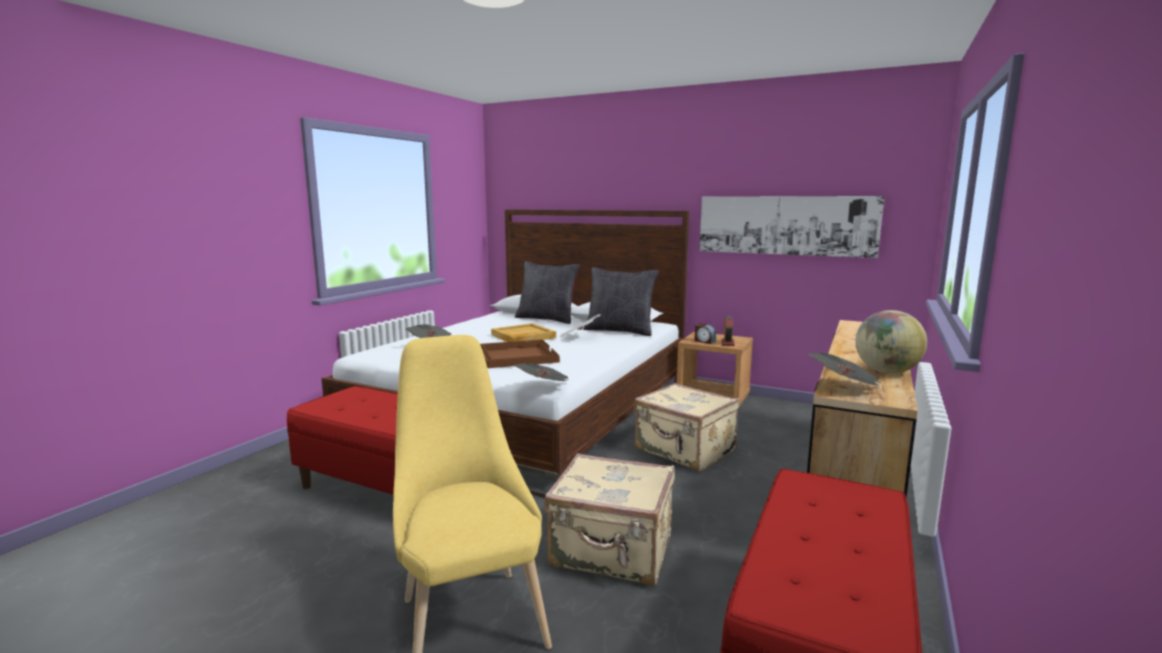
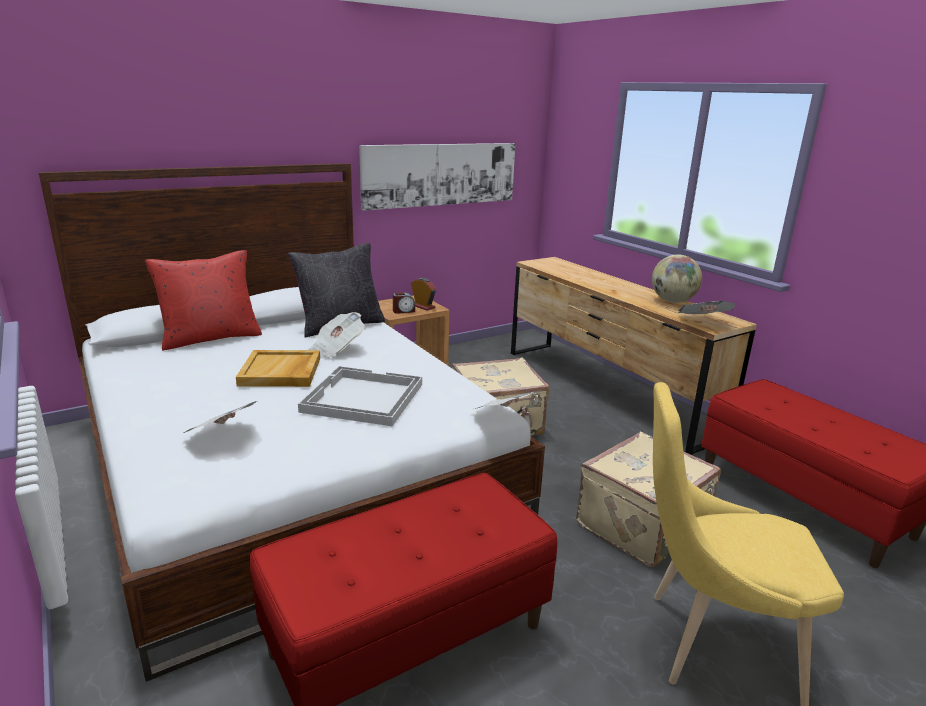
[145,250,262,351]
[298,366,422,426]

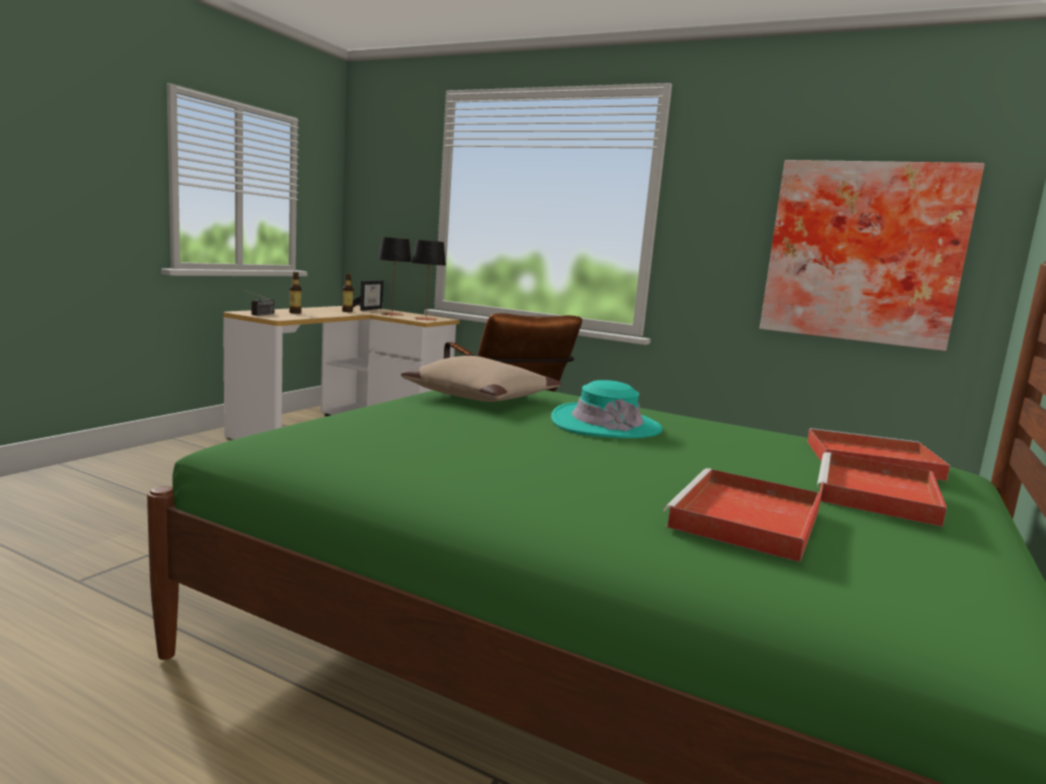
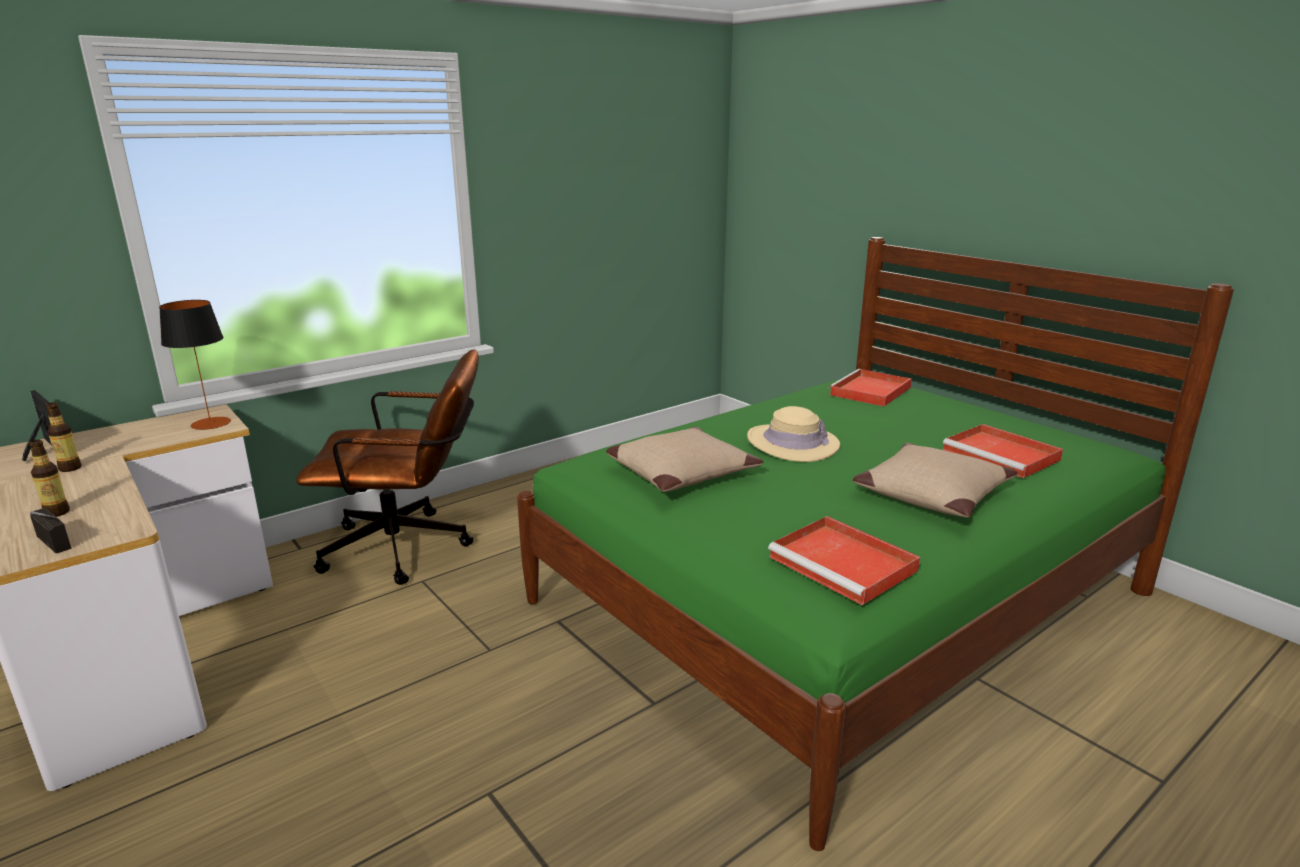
[760,160,985,351] (first image)
[378,237,411,316] (first image)
[747,406,840,462]
[768,516,920,605]
[853,443,1017,517]

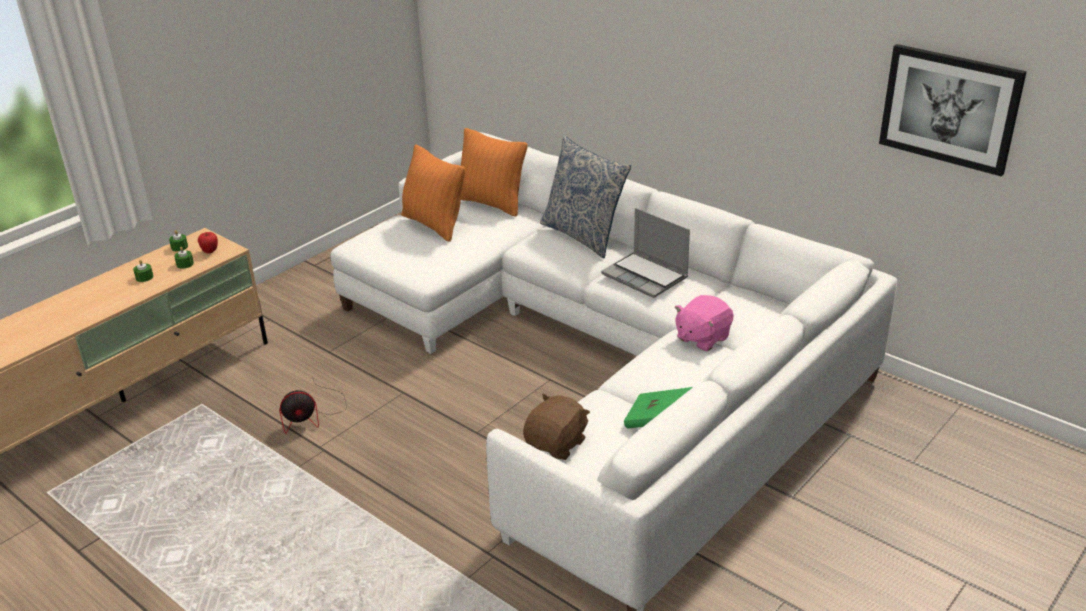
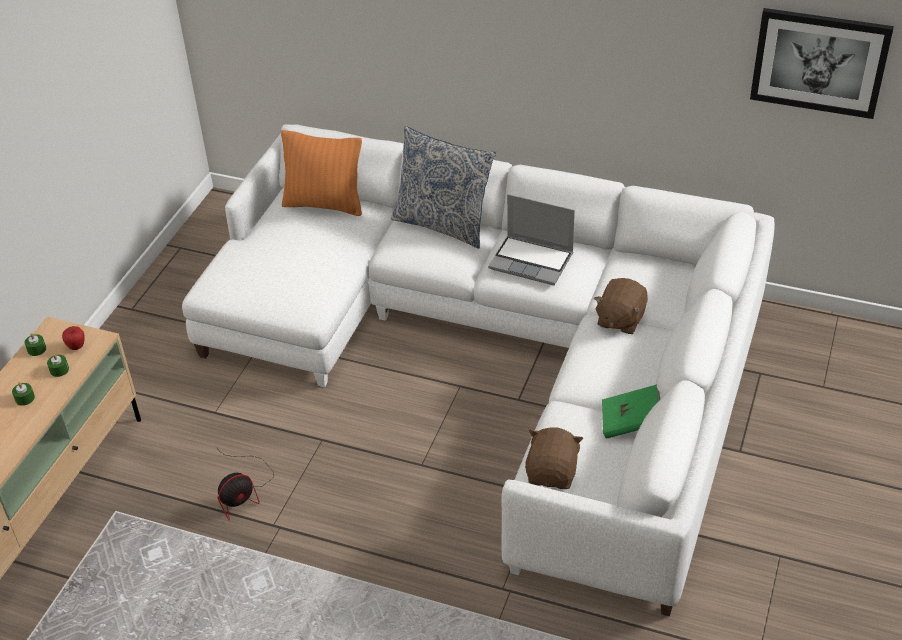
[401,144,465,242] (first image)
[594,278,648,334]

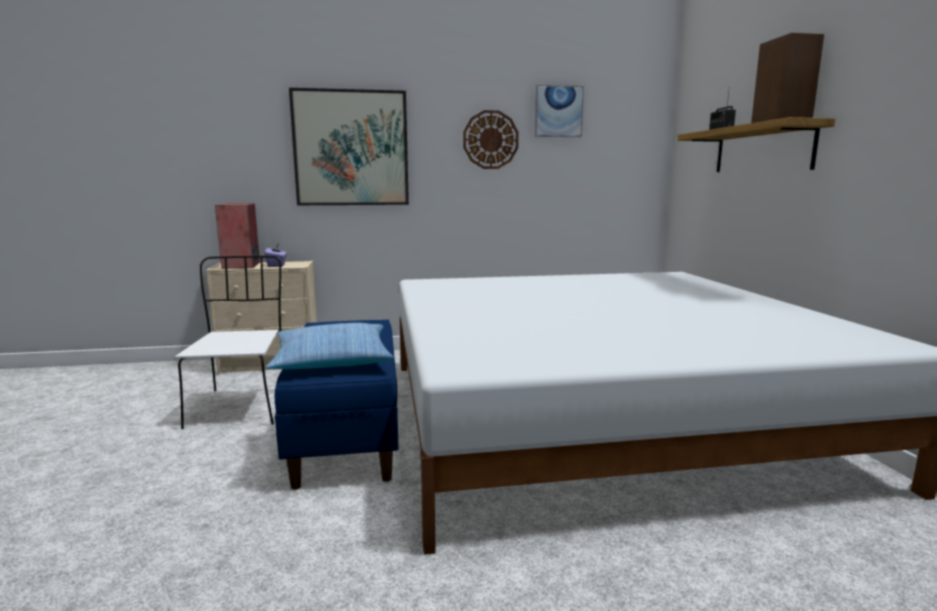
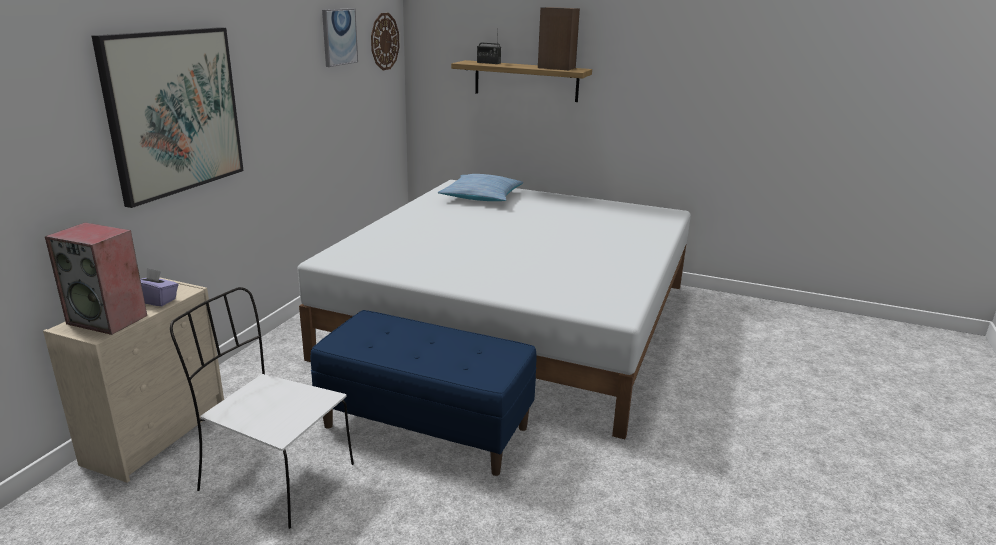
[371,13,400,70]
[438,174,523,201]

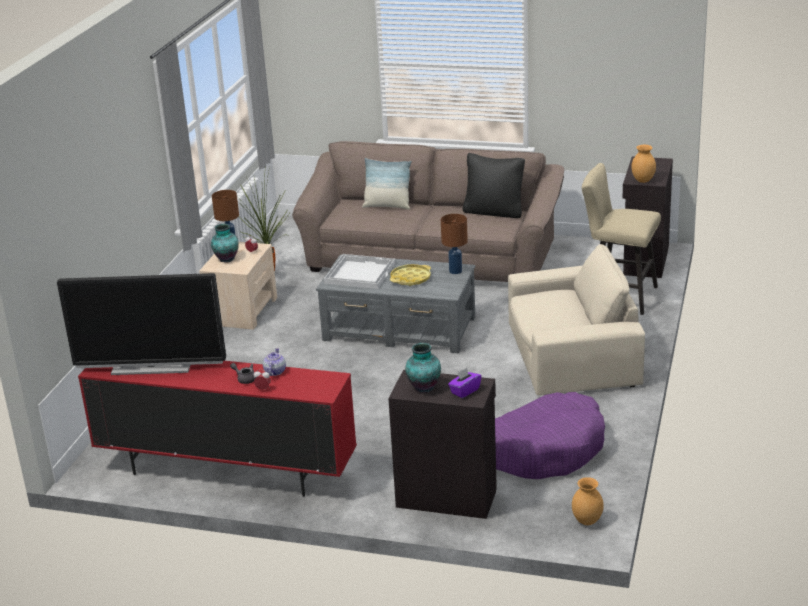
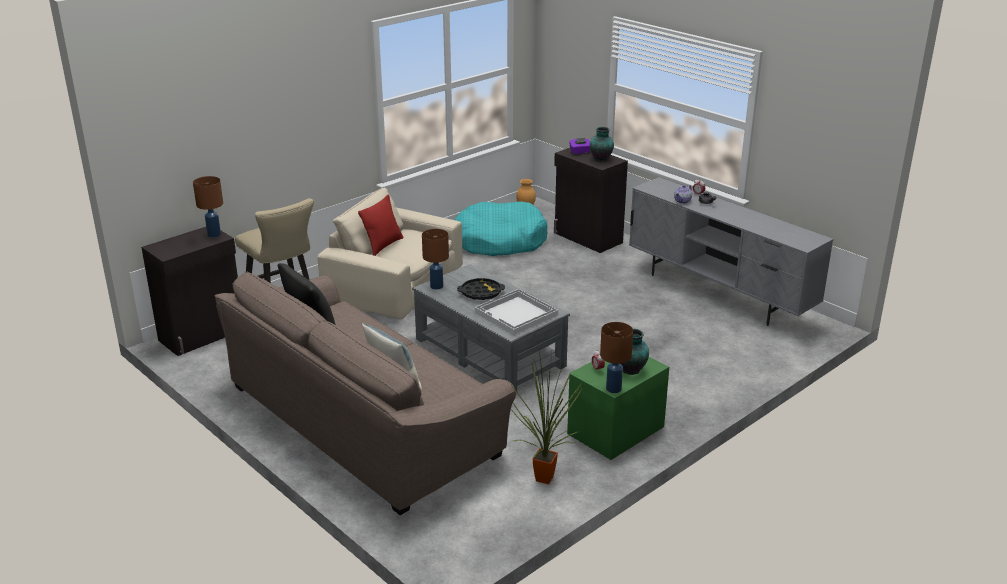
[193,176,223,238]
[567,357,669,460]
[457,278,505,300]
[57,273,226,375] (first image)
[629,177,833,326]
[455,201,548,256]
[358,194,404,256]

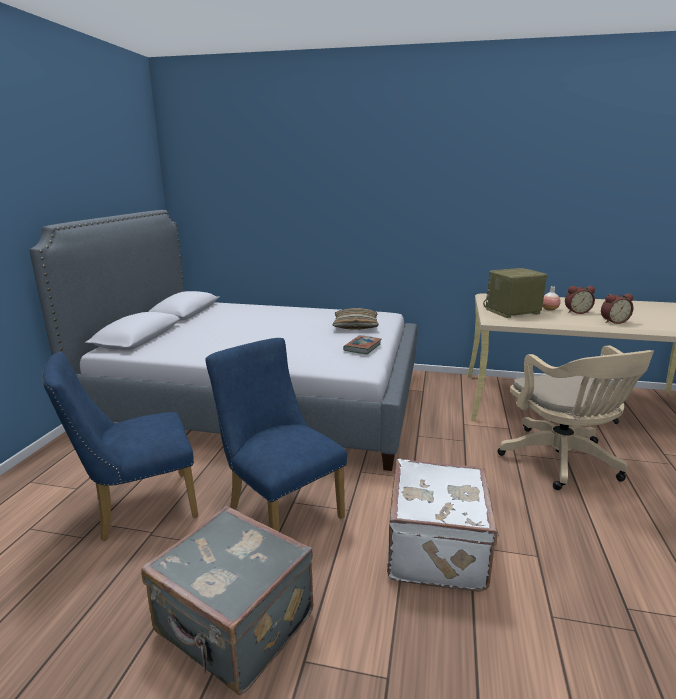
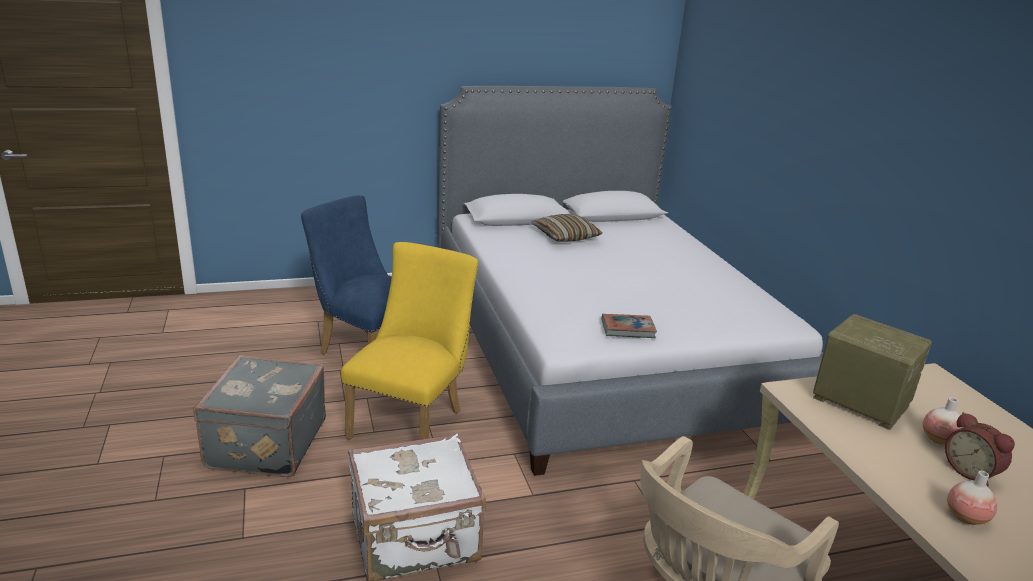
[947,471,997,525]
[531,214,602,242]
[341,242,478,440]

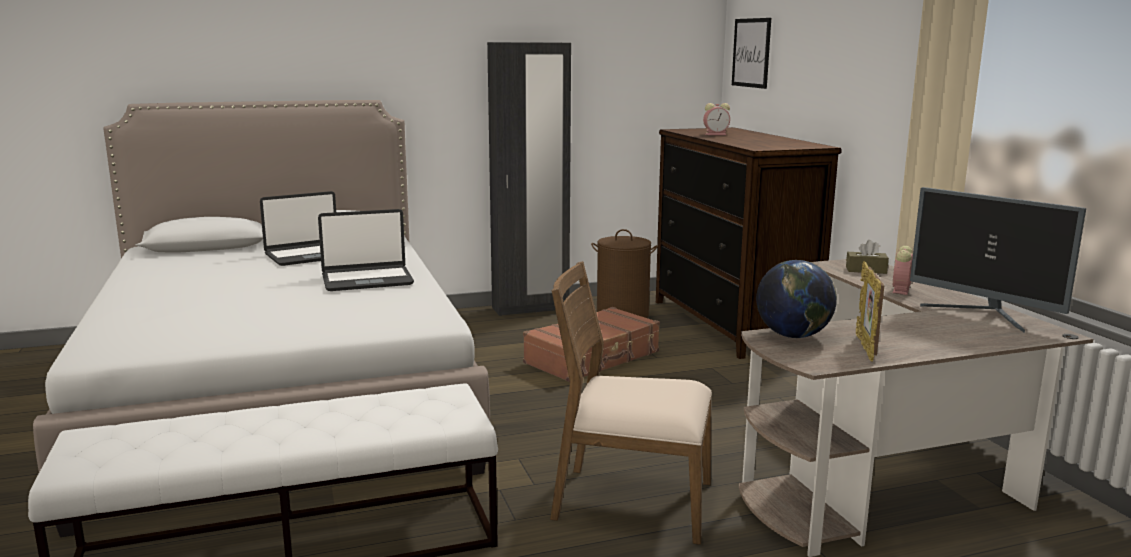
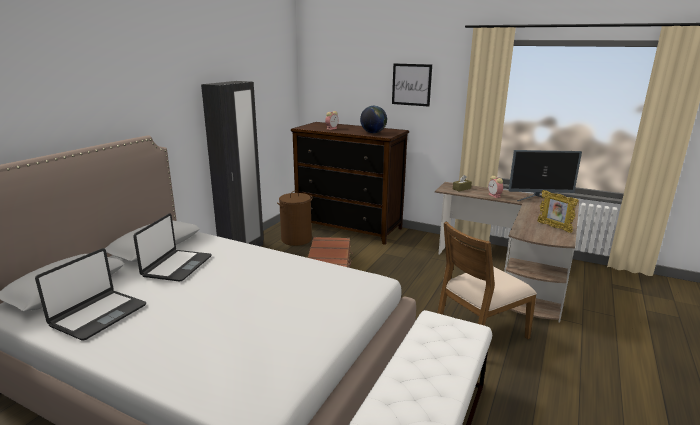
[392,63,432,107]
[35,248,146,340]
[360,106,387,133]

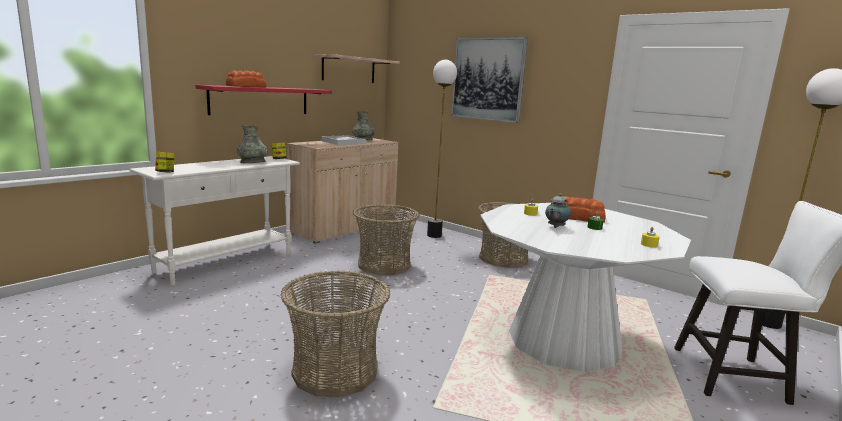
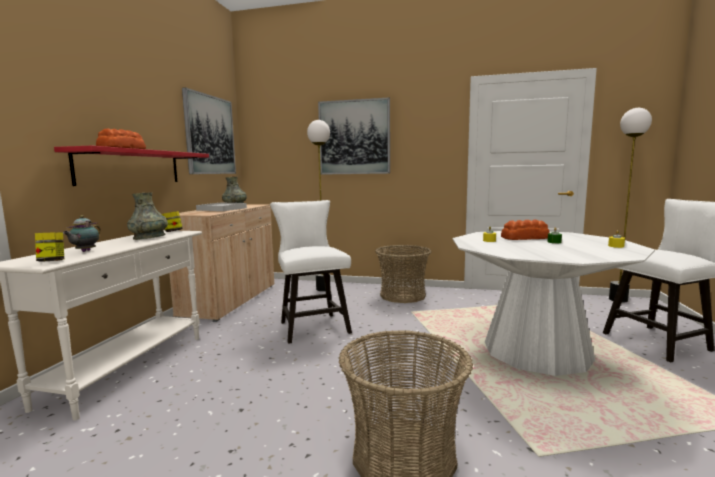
[182,87,236,174]
[63,215,101,252]
[270,200,352,344]

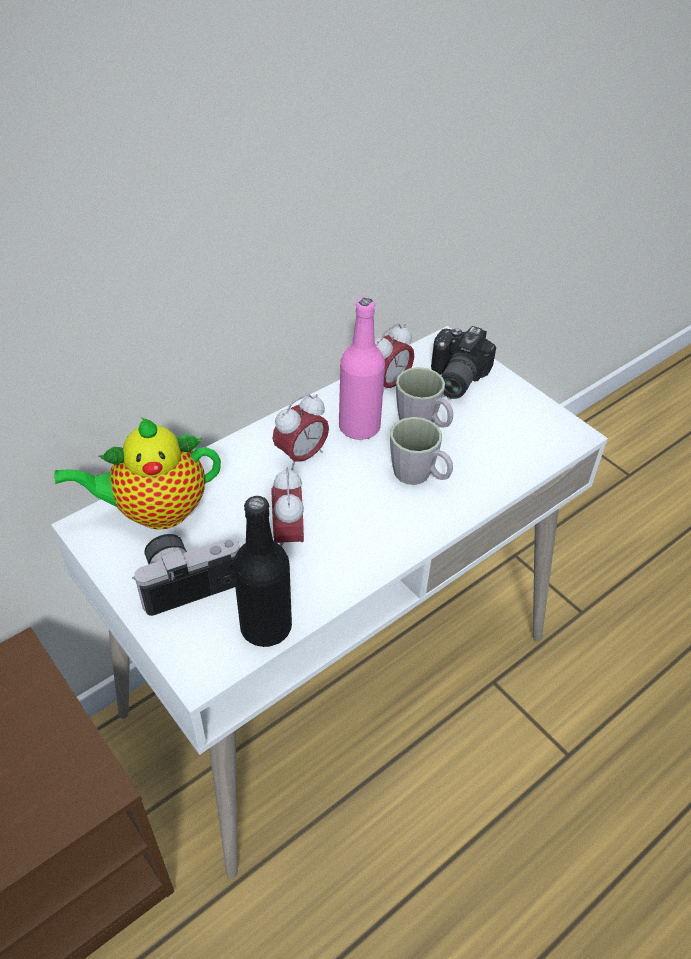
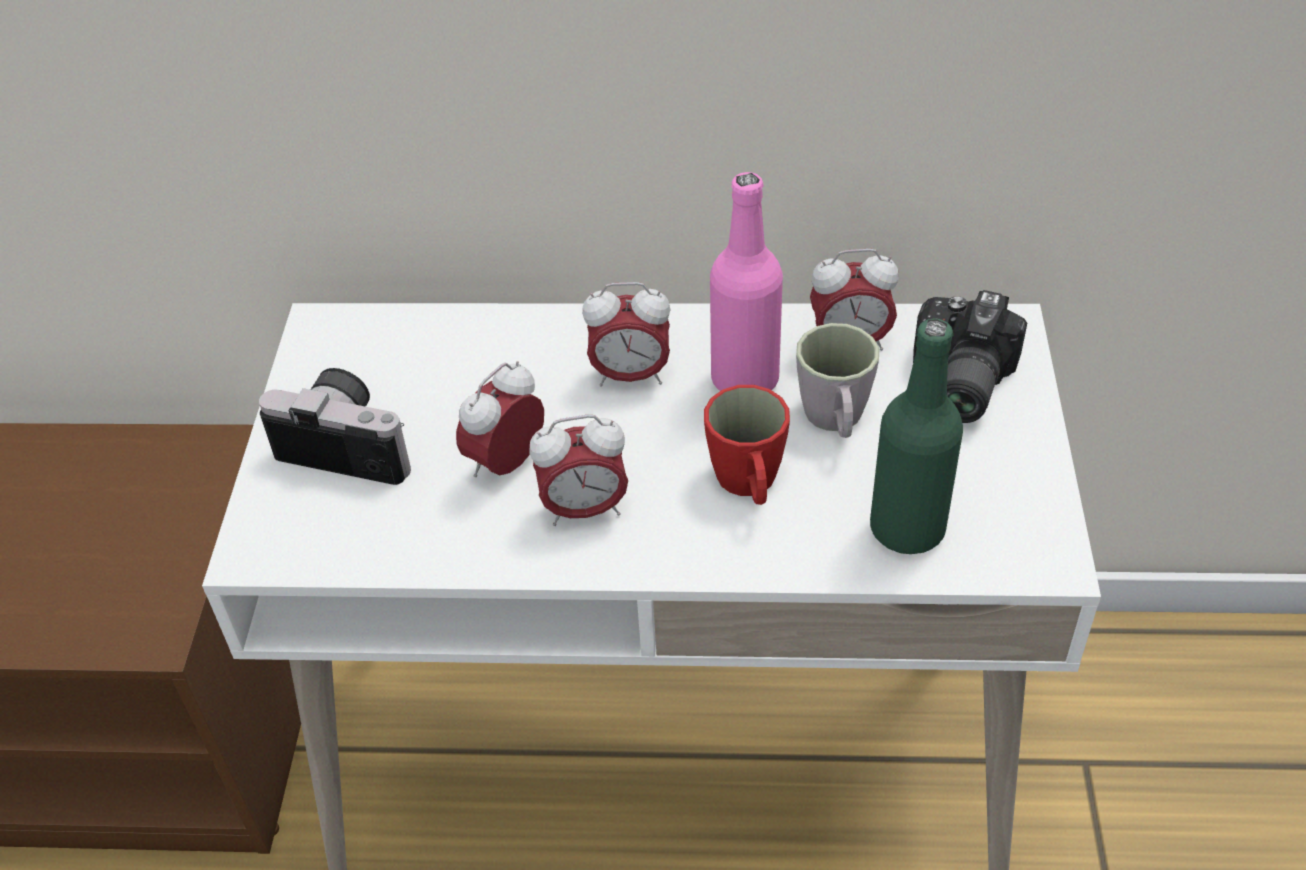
[913,290,1027,423]
[704,385,790,505]
[54,418,221,530] (first image)
[233,496,292,647] (first image)
[870,318,963,554]
[529,415,628,526]

